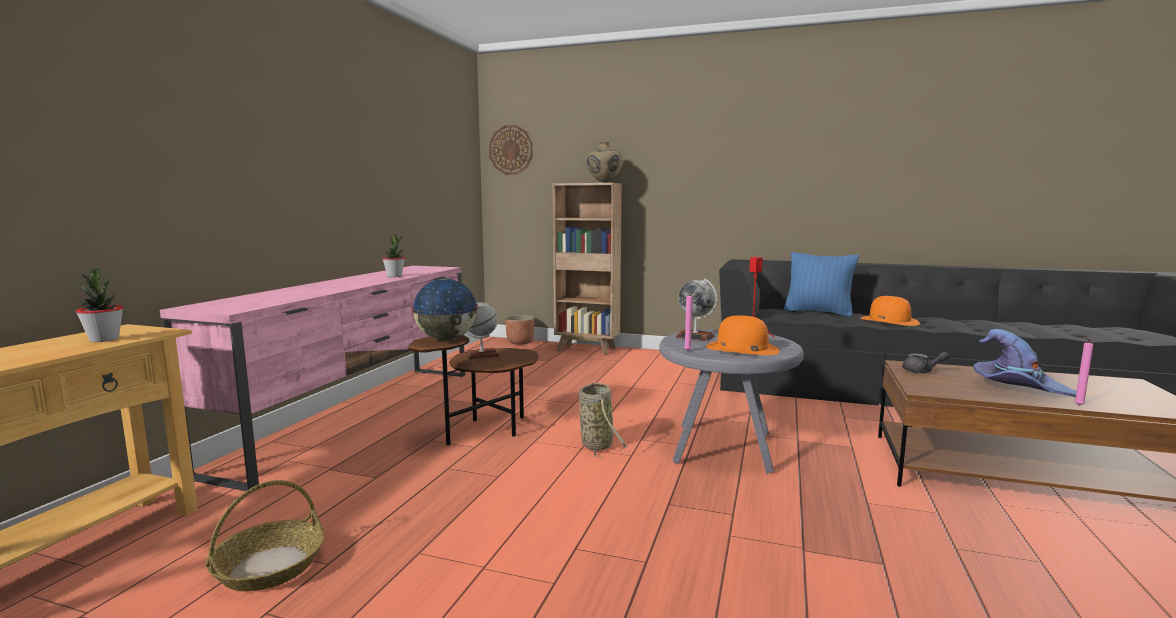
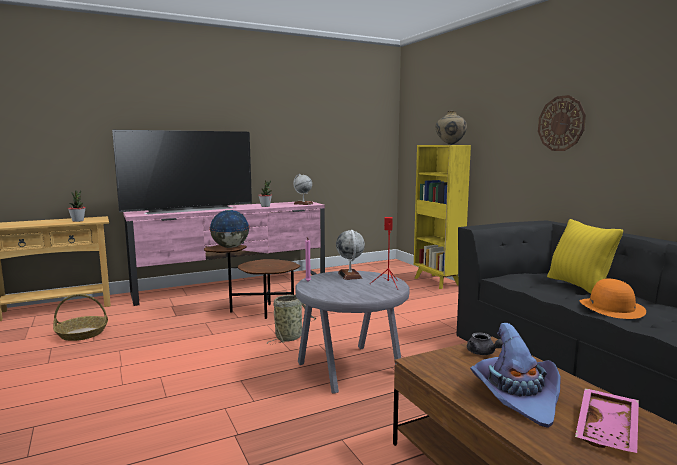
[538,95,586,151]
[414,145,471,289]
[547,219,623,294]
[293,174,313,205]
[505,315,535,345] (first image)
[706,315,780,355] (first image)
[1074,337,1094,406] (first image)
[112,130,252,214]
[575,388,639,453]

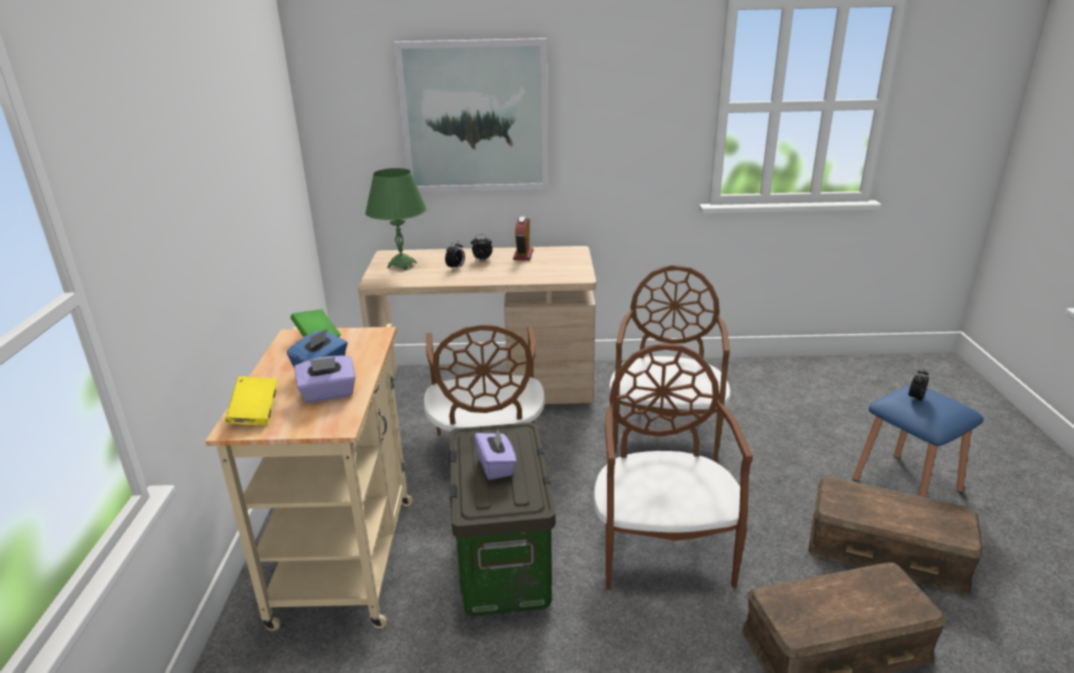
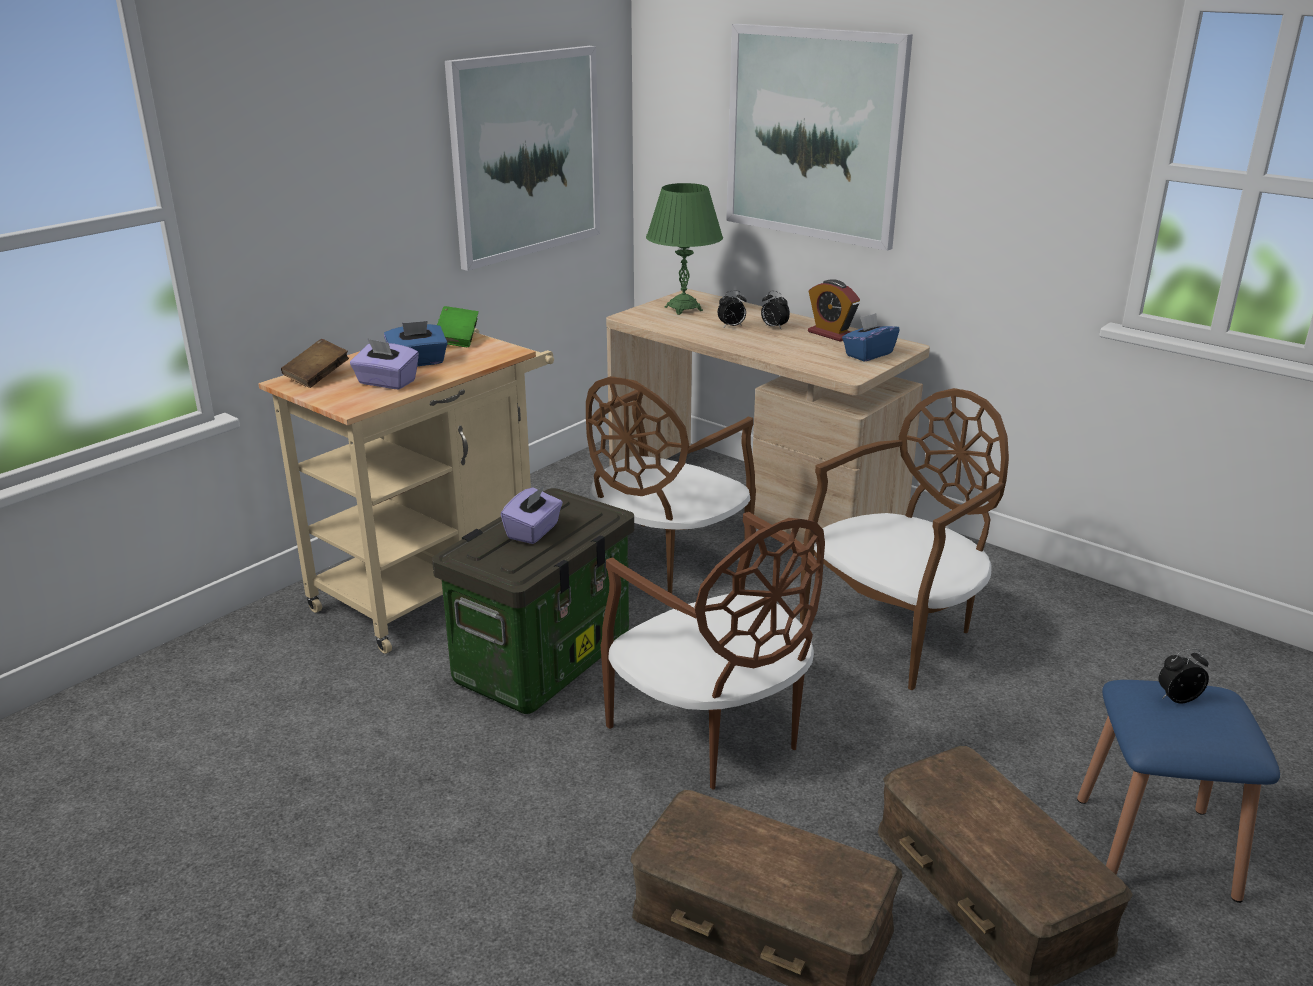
[808,279,860,342]
[601,512,825,790]
[281,339,349,388]
[445,46,600,271]
[842,313,900,362]

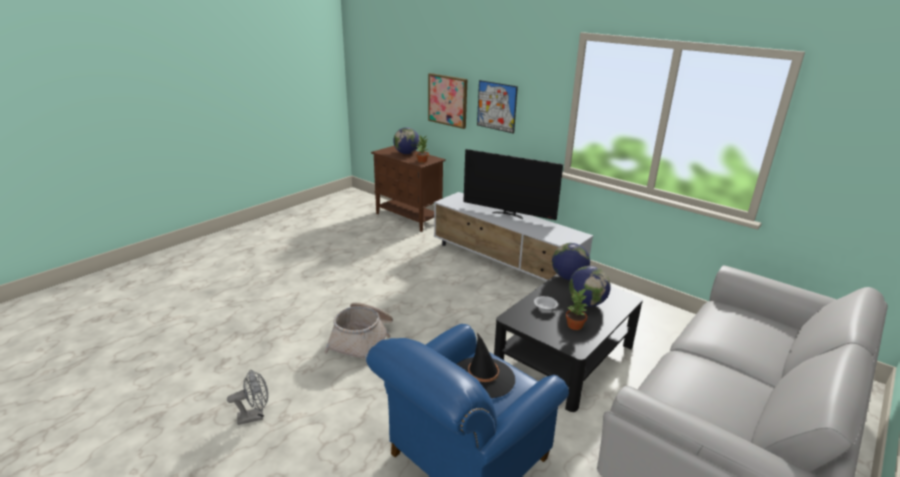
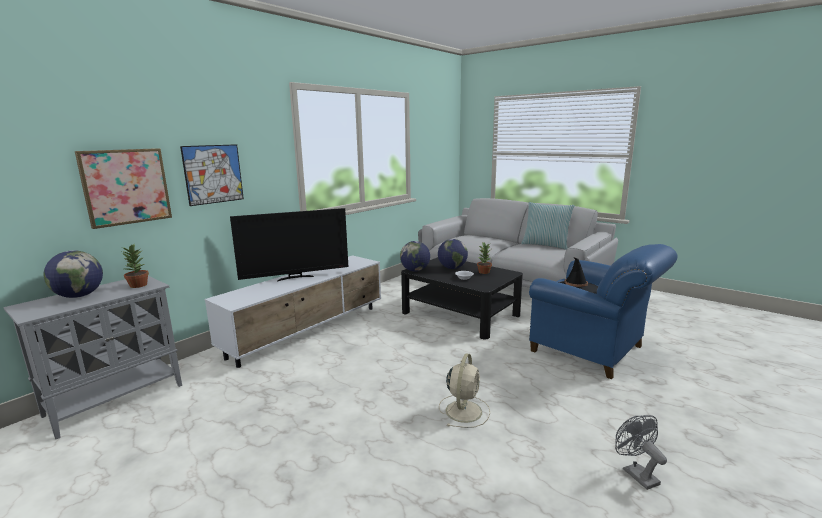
[3,276,182,439]
[230,208,348,281]
[439,353,490,428]
[521,202,575,250]

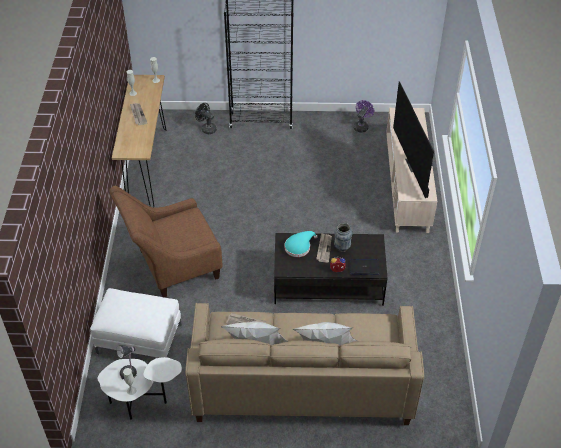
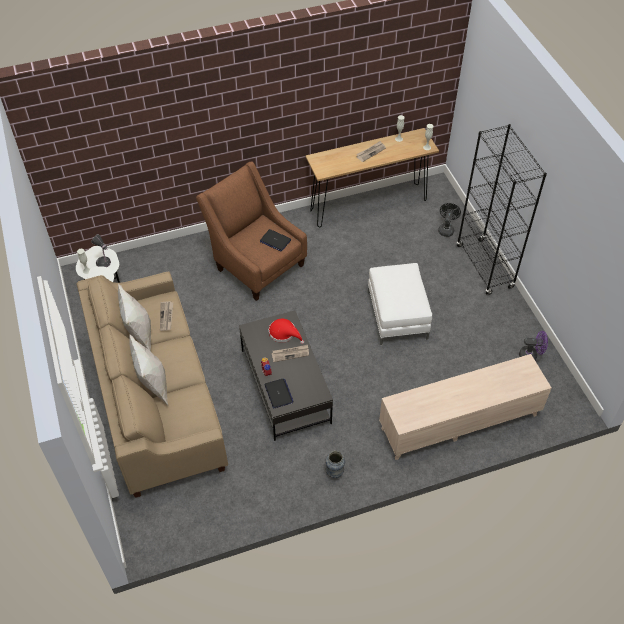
[393,81,434,198] (first image)
[325,451,345,478]
[269,319,304,344]
[368,263,432,345]
[260,229,291,251]

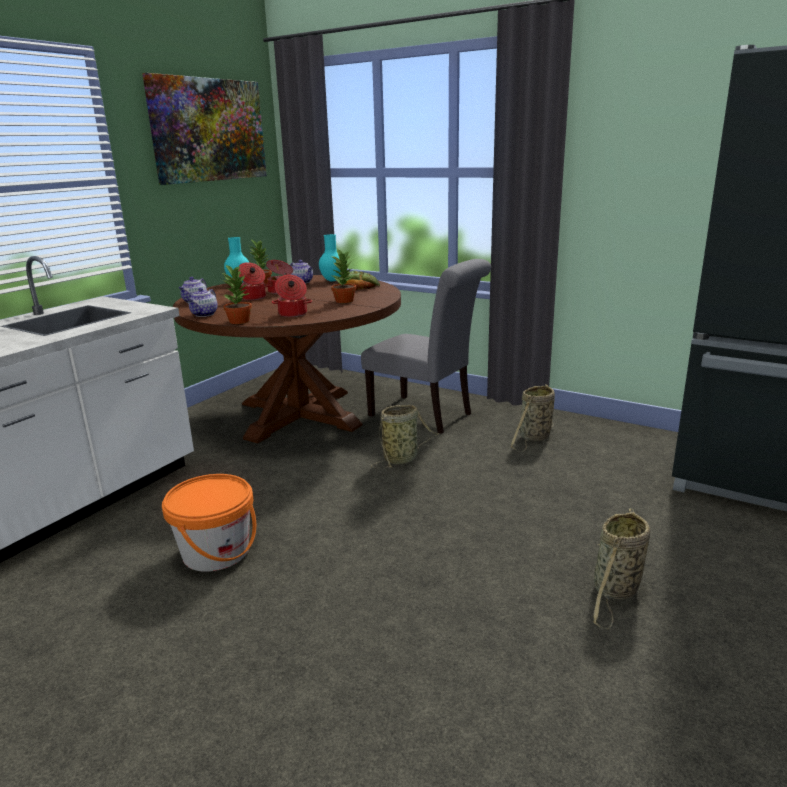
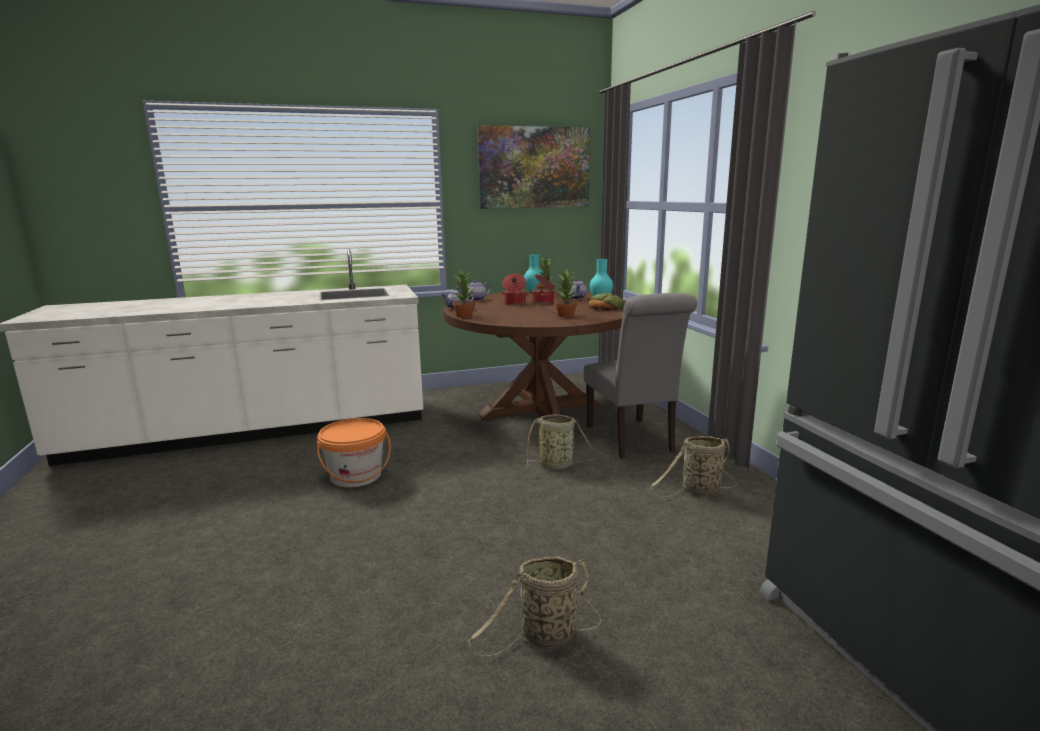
[272,275,312,317] (first image)

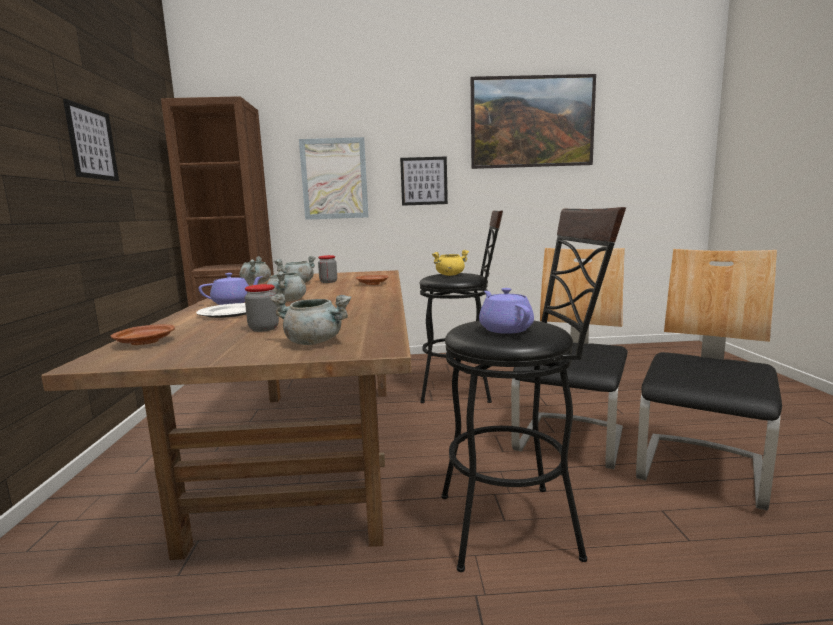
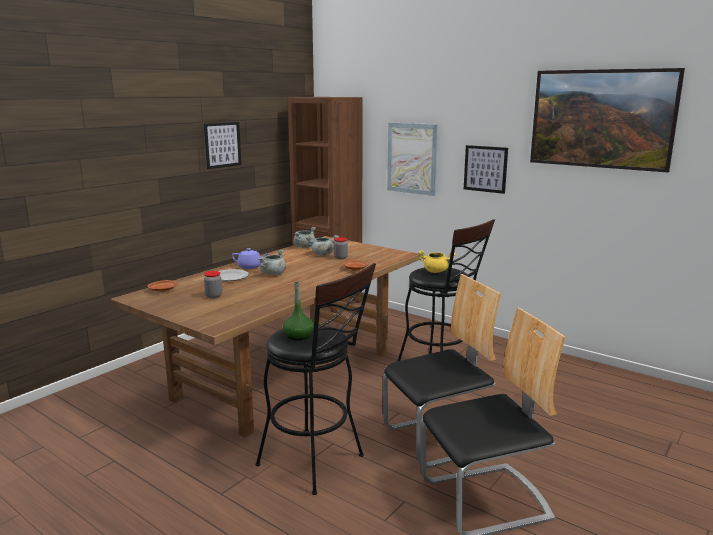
[283,280,314,341]
[270,293,351,345] (first image)

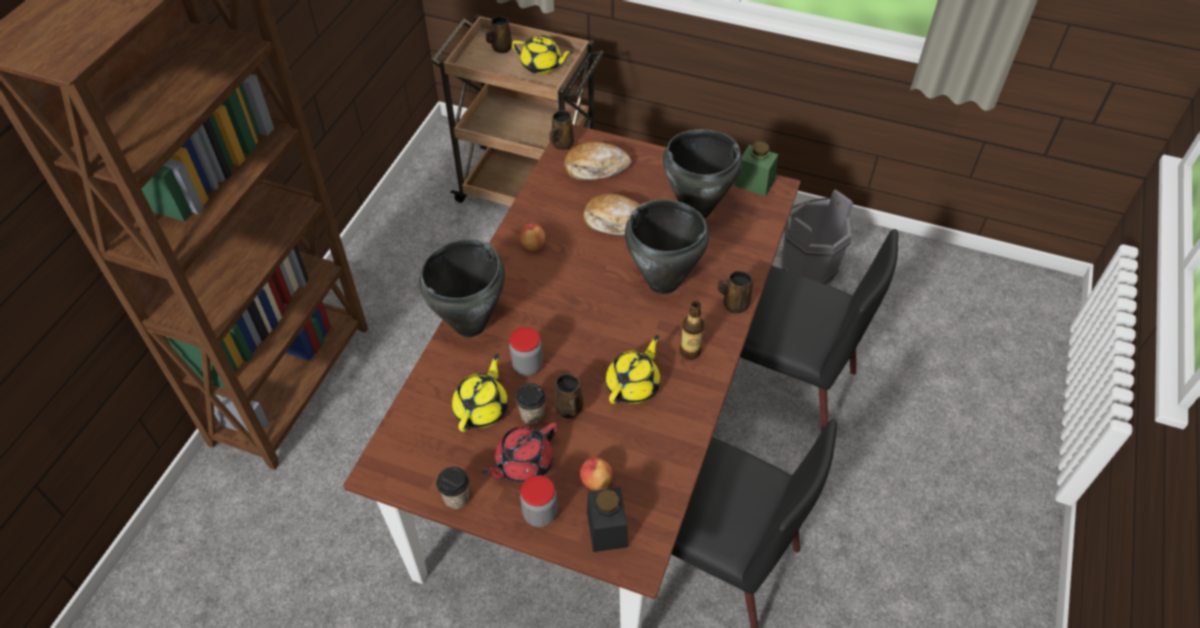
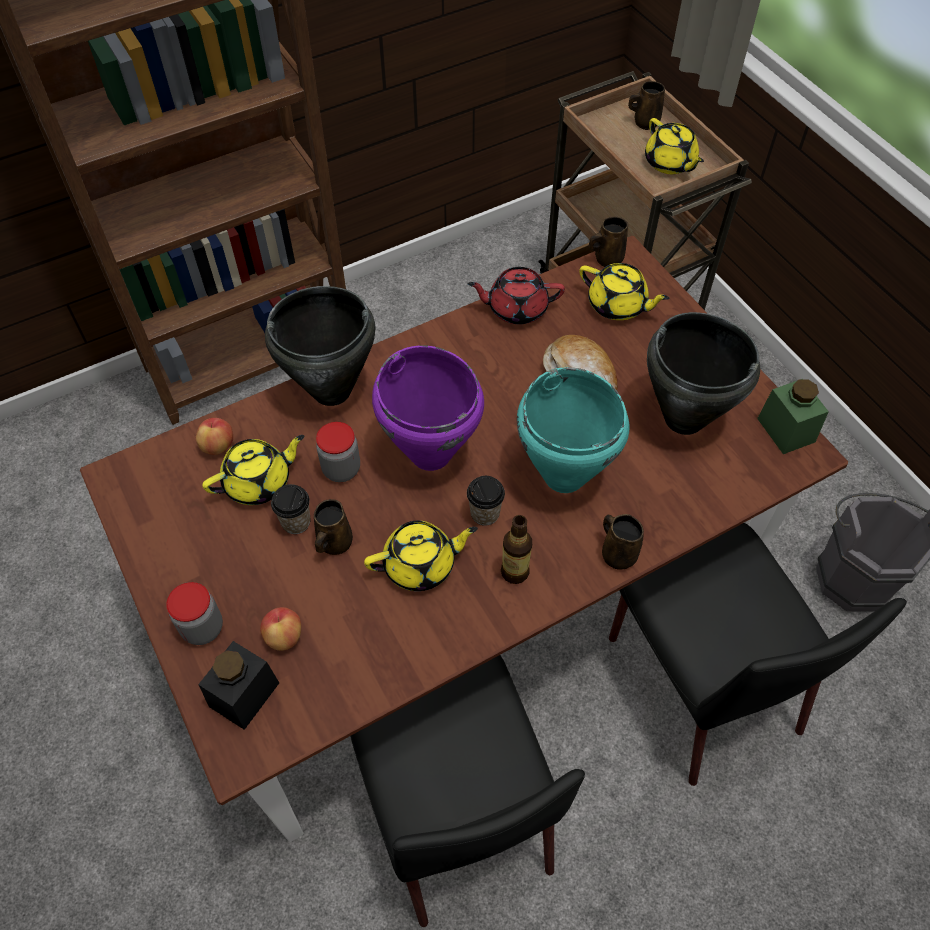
[579,263,669,320]
[517,367,630,493]
[195,418,233,455]
[468,267,565,324]
[467,476,505,526]
[372,346,484,471]

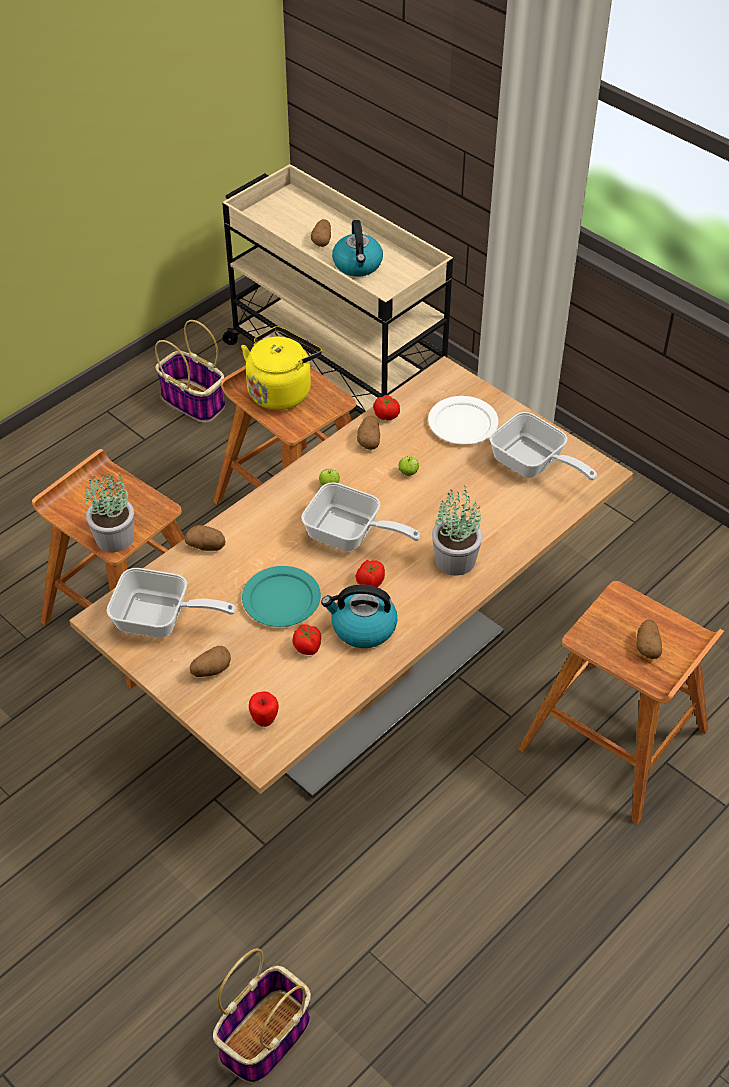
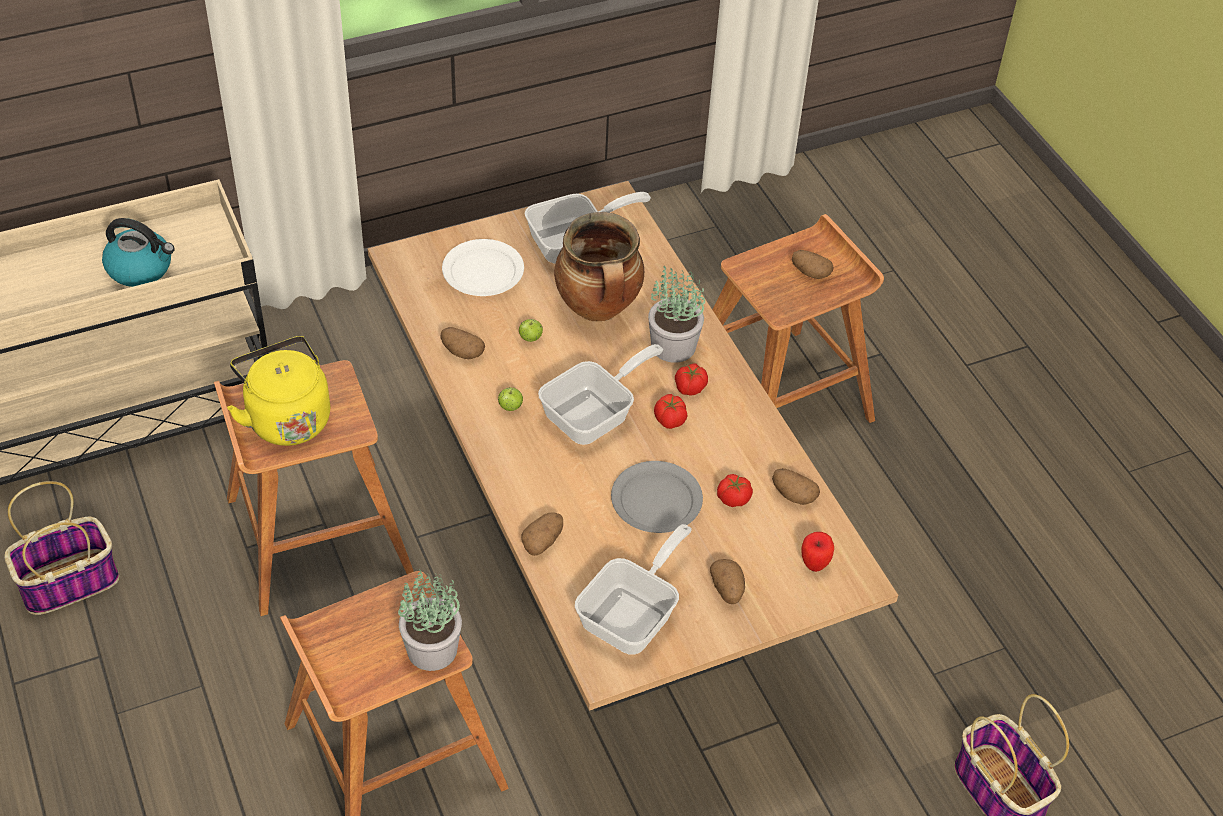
[772,468,820,505]
[675,363,708,396]
[611,461,703,533]
[321,585,397,648] (first image)
[554,212,644,321]

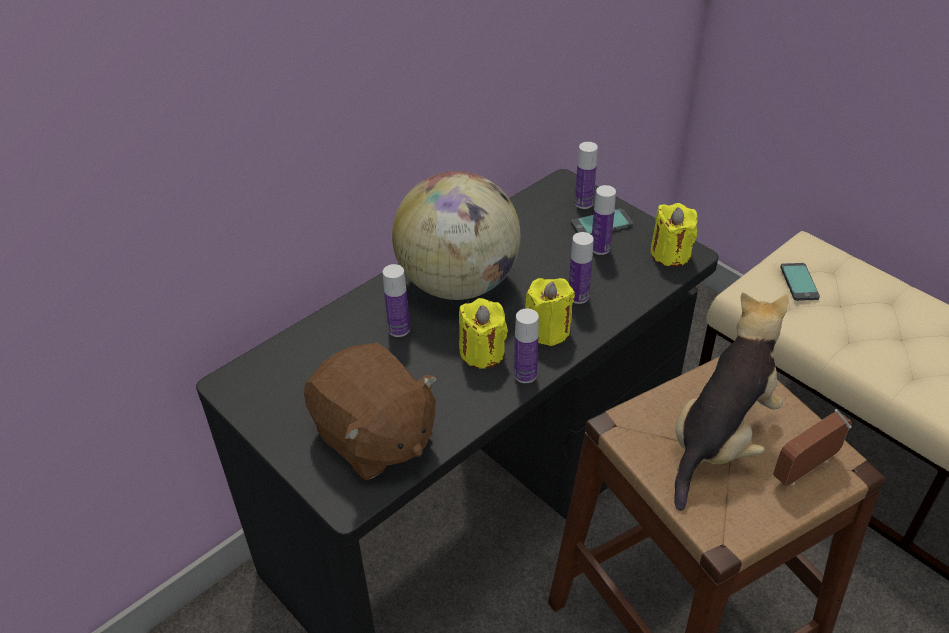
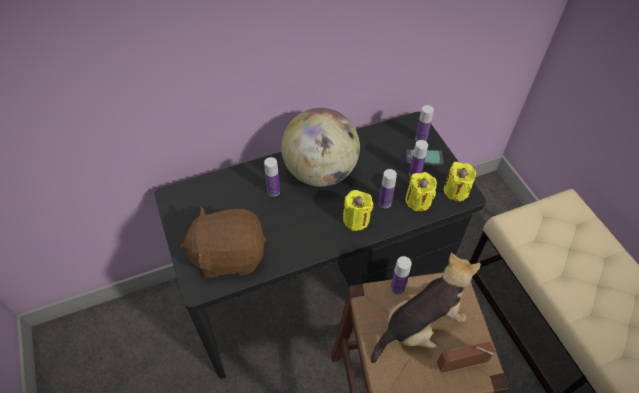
[780,263,820,301] (first image)
[405,172,437,212]
[390,256,412,295]
[180,207,266,278]

